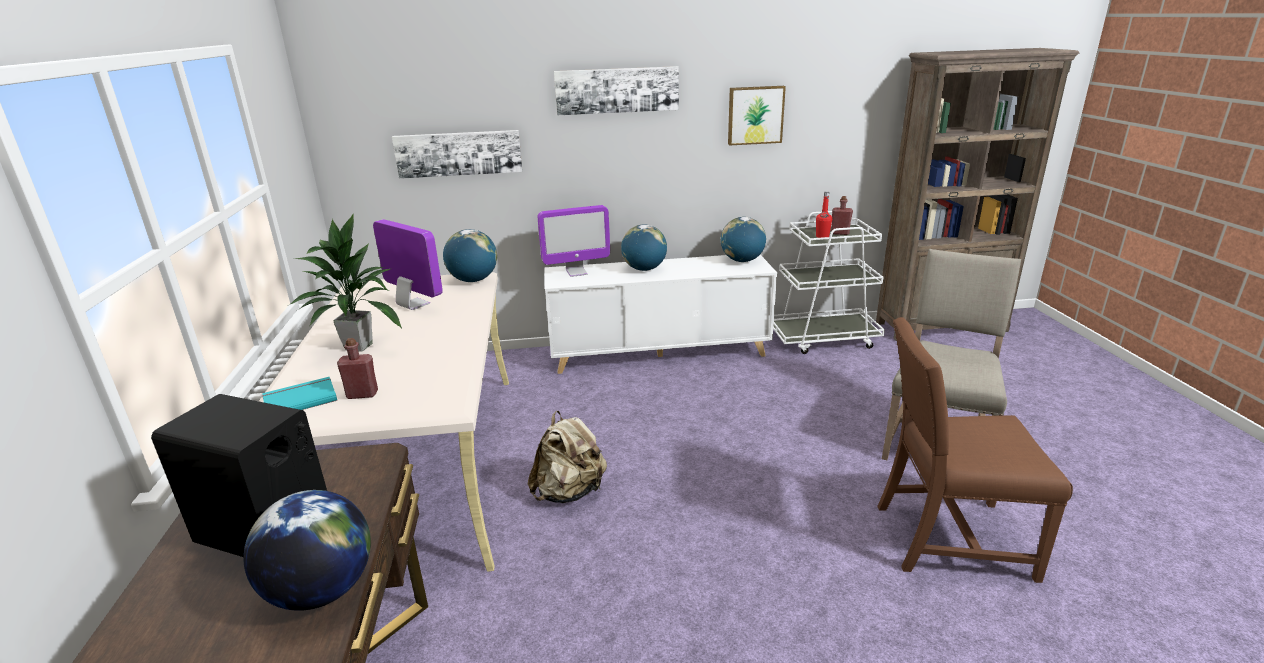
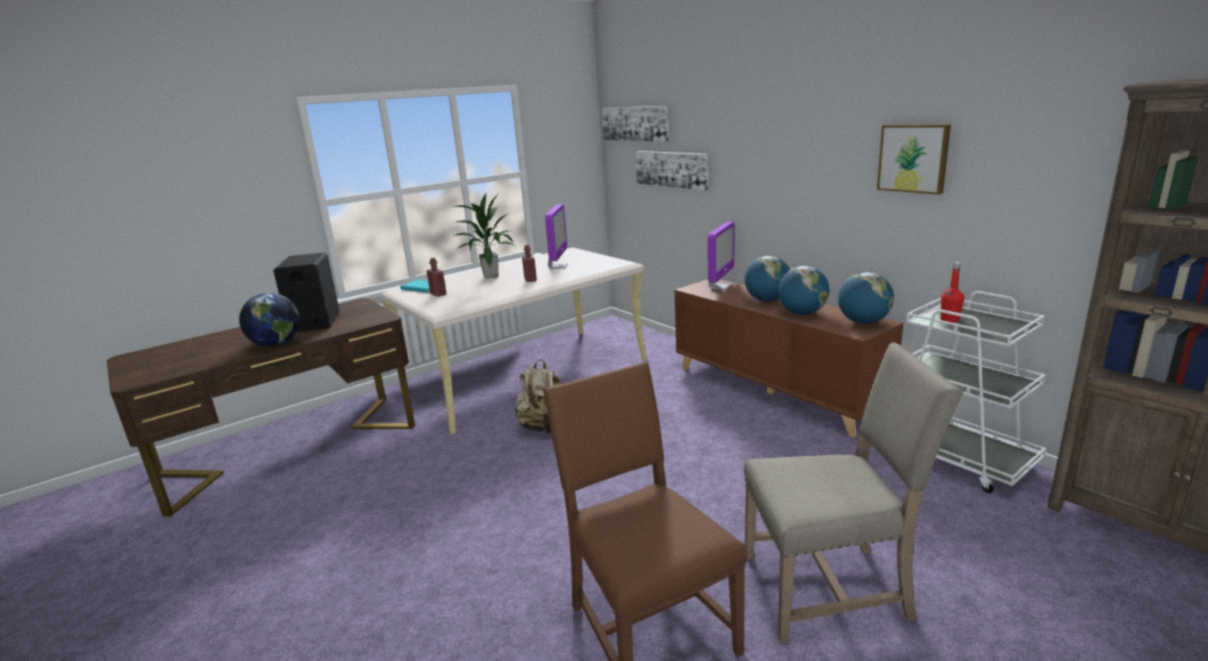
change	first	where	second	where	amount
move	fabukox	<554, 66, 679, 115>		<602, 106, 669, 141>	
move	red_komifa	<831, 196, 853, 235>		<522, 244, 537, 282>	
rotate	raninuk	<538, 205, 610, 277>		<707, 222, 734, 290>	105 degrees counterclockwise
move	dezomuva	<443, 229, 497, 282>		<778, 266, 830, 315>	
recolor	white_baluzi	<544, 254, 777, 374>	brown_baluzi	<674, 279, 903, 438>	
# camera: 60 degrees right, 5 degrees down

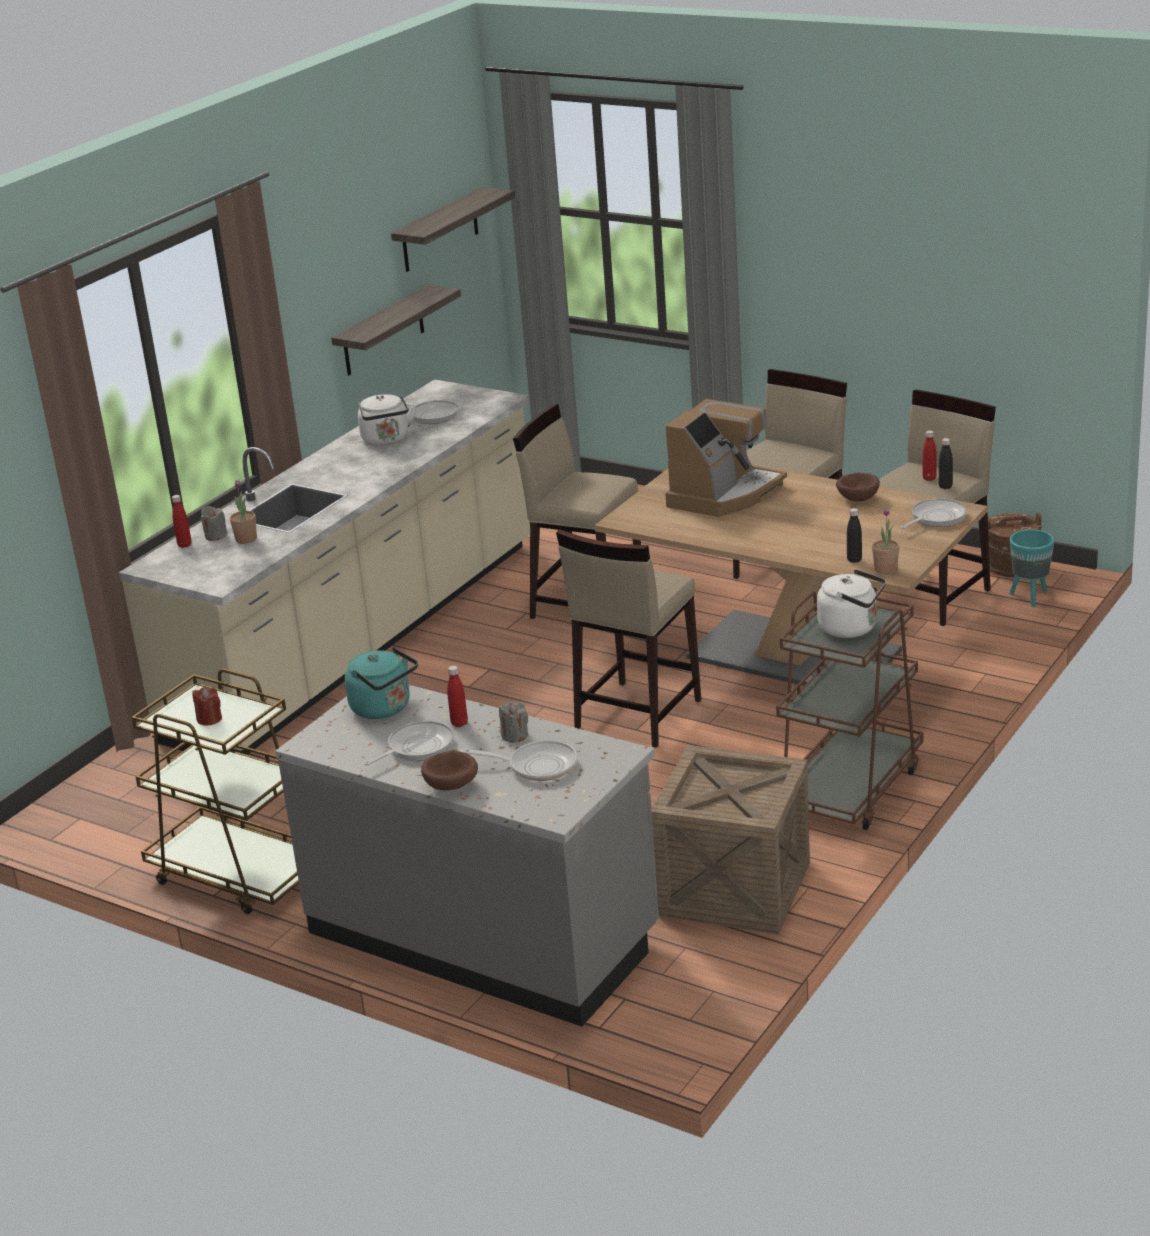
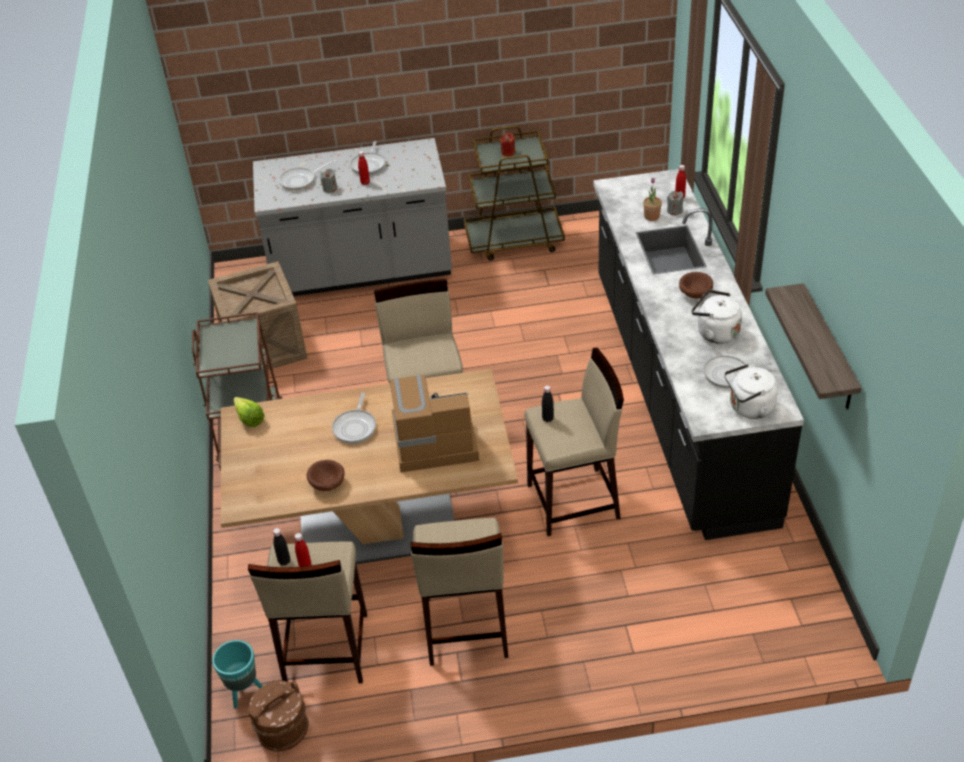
change	first	where	second	where	amount
delete	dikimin	<391, 187, 515, 272>			
recolor	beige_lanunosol	<119, 379, 530, 755>	black_lanunosol	<593, 169, 804, 540>	
rotate	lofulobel	<665, 399, 787, 517>		<390, 375, 479, 472>	90 degrees clockwise
move	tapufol	<900, 498, 967, 529>		<332, 392, 376, 444>	
move	black_komifa	<847, 508, 862, 563>		<542, 385, 554, 422>	
replace	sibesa	<872, 508, 899, 574>	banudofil	<233, 397, 265, 427>	
move	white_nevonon	<817, 569, 886, 638>		<724, 364, 778, 419>	
delete	turquoise_nevonon	<345, 647, 418, 719>			
move	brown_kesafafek	<421, 750, 478, 791>		<679, 272, 713, 299>	
# camera: 140 degrees right, 15 degrees up

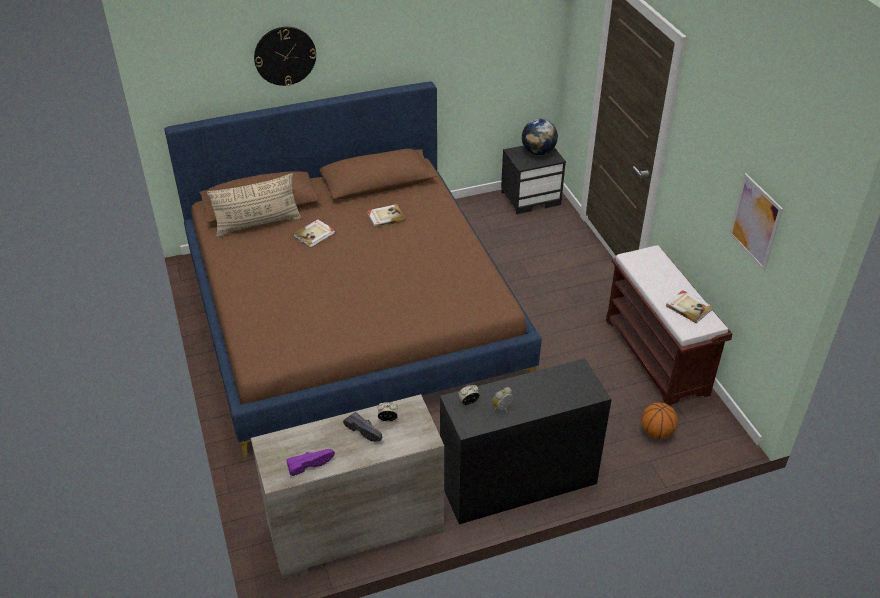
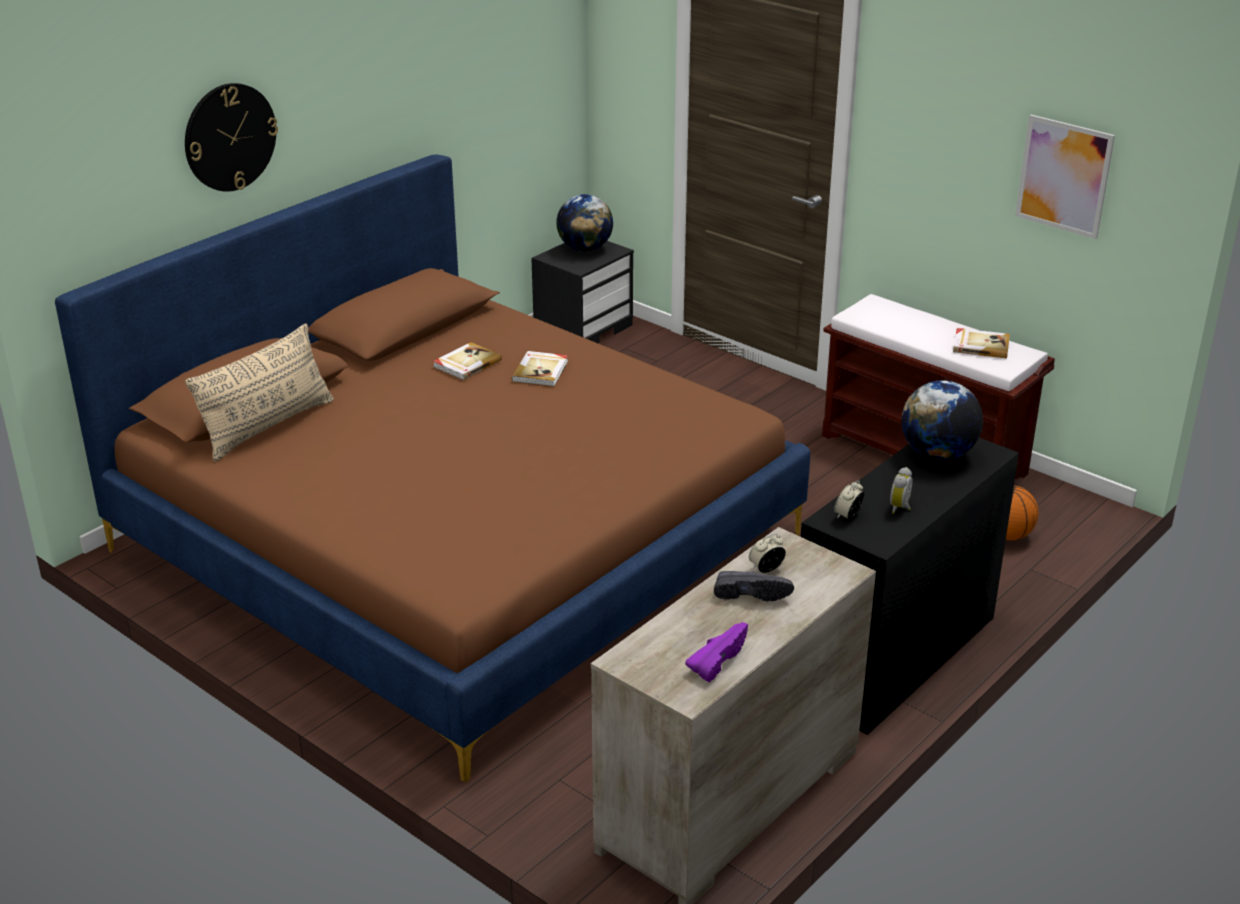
change	first	where	second	where	amount
move	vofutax	<293, 219, 335, 247>		<512, 351, 568, 387>	
insert			dezomuva	<901, 380, 983, 460>	
# camera: 30 degrees left, 10 degrees down

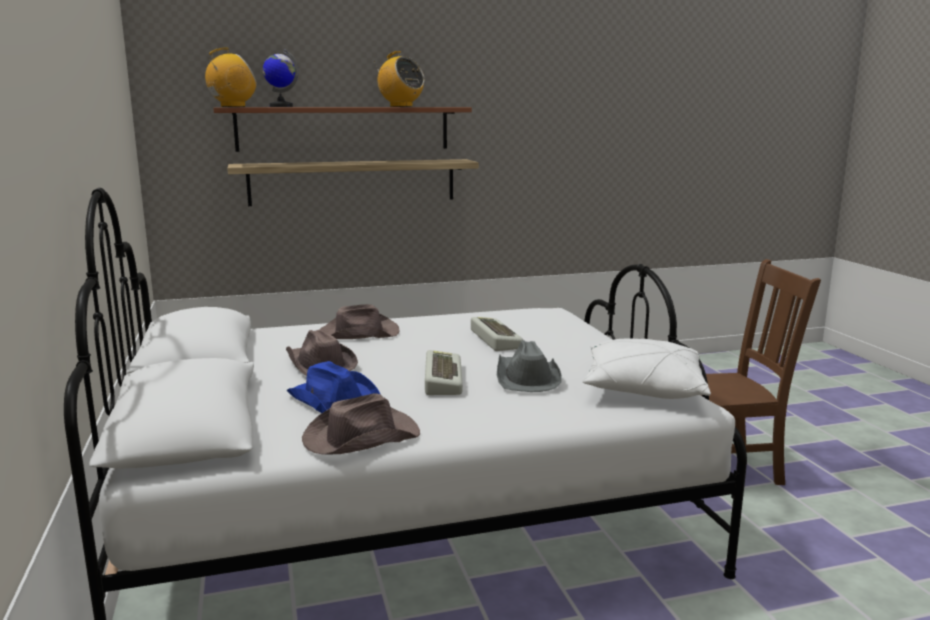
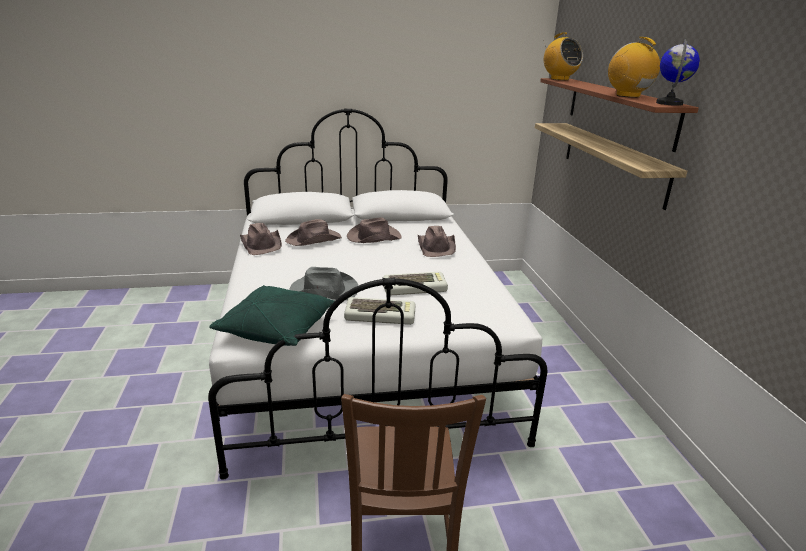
change	first	where	second	where	amount
move	dezomuva	<263, 49, 299, 107>		<656, 39, 700, 106>	
rotate	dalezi	<374, 51, 424, 107>		<608, 37, 669, 98>	105 degrees clockwise
recolor	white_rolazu	<582, 339, 711, 399>	green_rolazu	<209, 285, 335, 346>	
move	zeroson	<425, 350, 463, 395>		<344, 297, 416, 325>	
recolor	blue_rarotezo	<286, 361, 381, 413>	brown_rarotezo	<285, 219, 342, 246>	
# camera: 95 degrees right, 10 degrees up

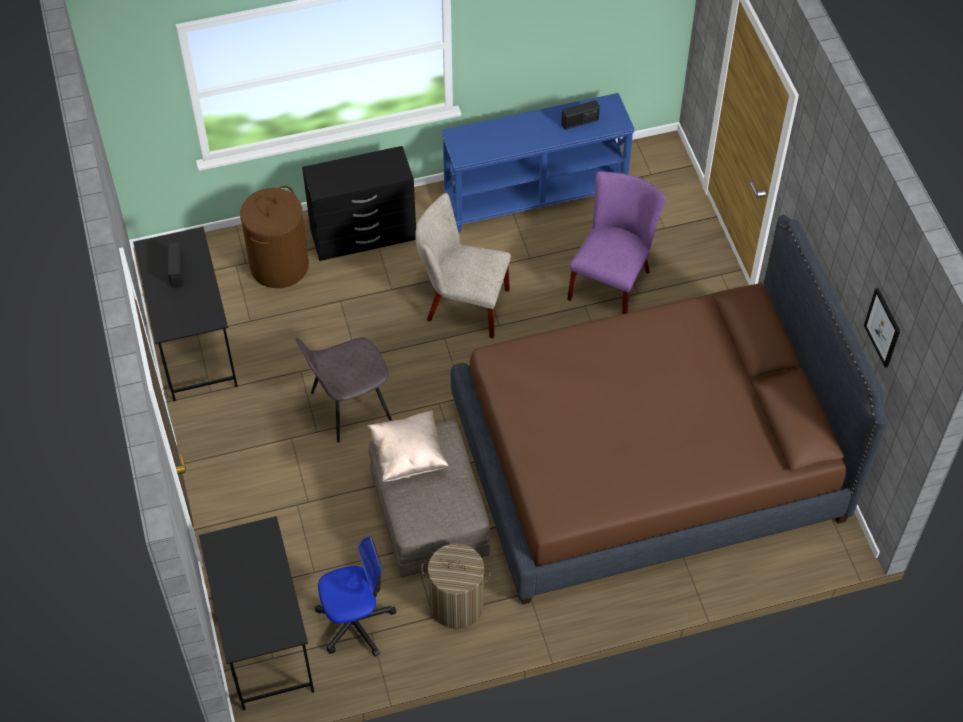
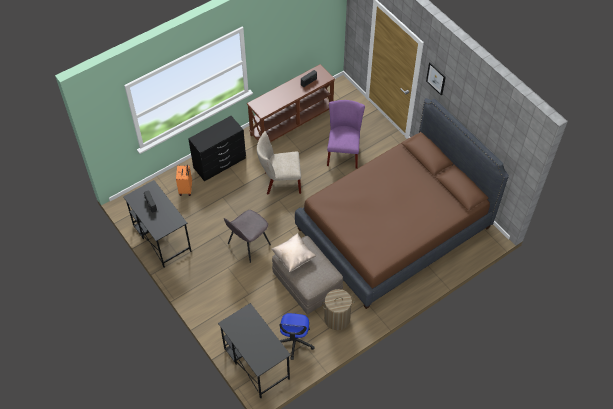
change	first	where	second	where	amount
recolor	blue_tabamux	<441, 93, 635, 233>	brown_tabamux	<247, 64, 335, 142>	
replace	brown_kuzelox	<240, 186, 309, 288>	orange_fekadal	<176, 165, 192, 196>	
move	fabukox	<864, 288, 900, 368>		<426, 62, 446, 96>	
rotate	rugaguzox	<315, 536, 396, 657>		<279, 313, 315, 360>	135 degrees clockwise
# camera: 20 degrees left, 0 degrees up

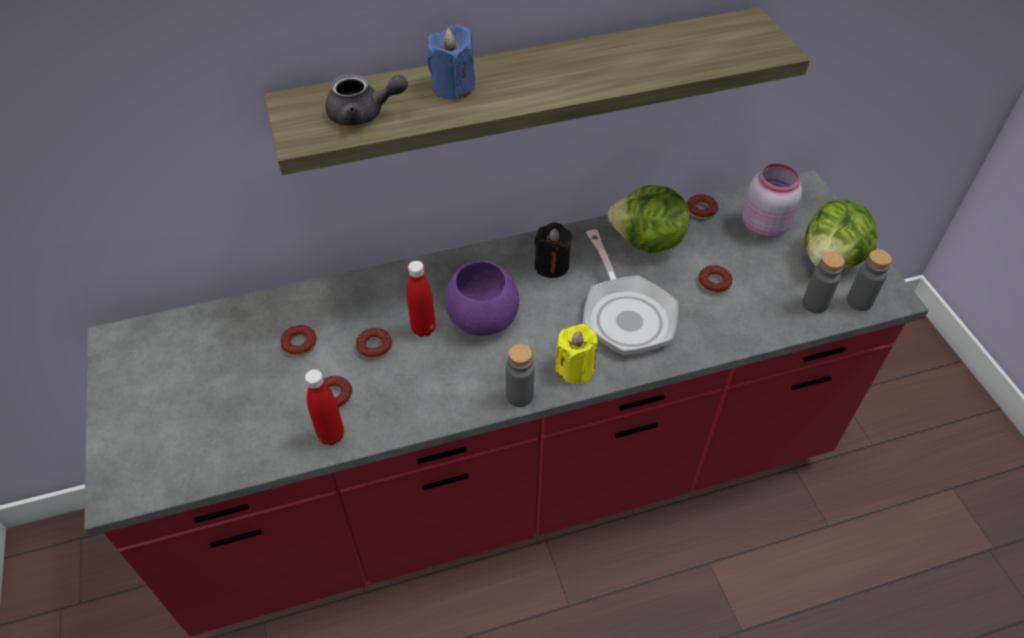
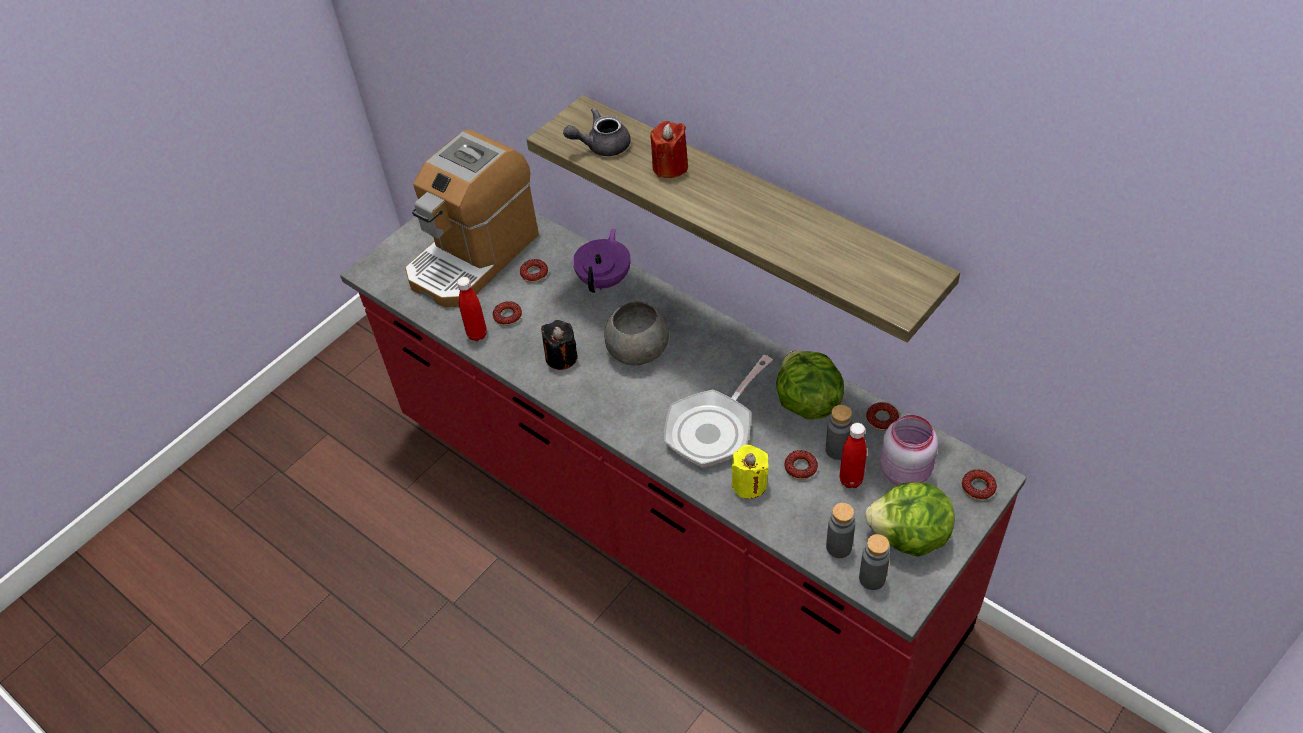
change	first	where	second	where	amount
recolor	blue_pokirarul	<427, 24, 475, 100>	red_pokirarul	<651, 121, 688, 178>	
rotate	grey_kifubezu	<325, 74, 408, 126>		<563, 108, 631, 156>	105 degrees clockwise
move	black_pokirarul	<534, 222, 573, 278>		<541, 320, 578, 370>	
move	red_komifa	<407, 261, 436, 337>		<840, 423, 867, 488>	
recolor	purple_kesafafek	<445, 261, 519, 336>	grey_kesafafek	<604, 301, 669, 365>	
move	yellow_pokirarul	<555, 324, 598, 384>		<731, 445, 769, 499>	
move	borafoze	<356, 328, 392, 359>		<962, 470, 997, 500>	
move	grey_komifa	<506, 344, 534, 407>		<826, 405, 853, 460>	
insert			lofulobel	<405, 130, 539, 307>	
insert			purple_kifubezu	<573, 228, 631, 293>	
# camera: 60 degrees right, 0 degrees up

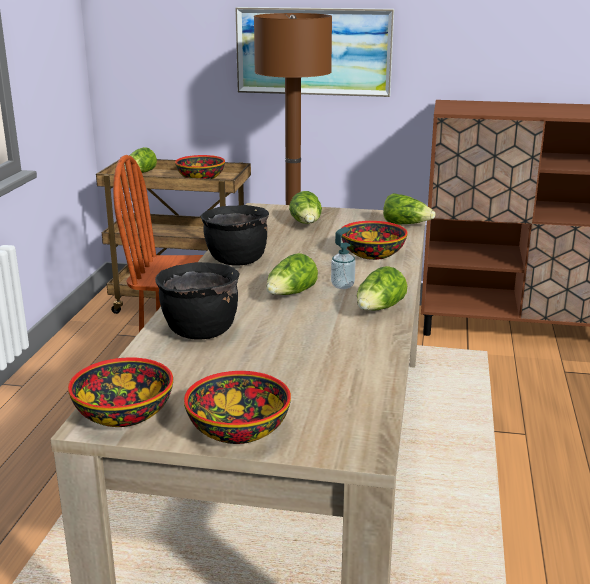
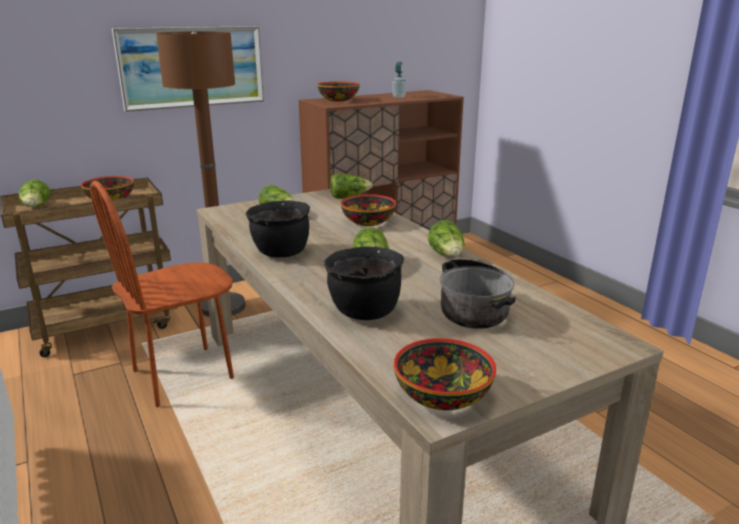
change	first	where	second	where	amount
move	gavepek	<331, 227, 355, 289>		<392, 62, 406, 98>	
move	kesafafek	<184, 371, 291, 444>		<317, 81, 360, 101>	
insert			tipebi	<440, 258, 516, 329>	
# camera: 40 degrees left, 0 degrees up

